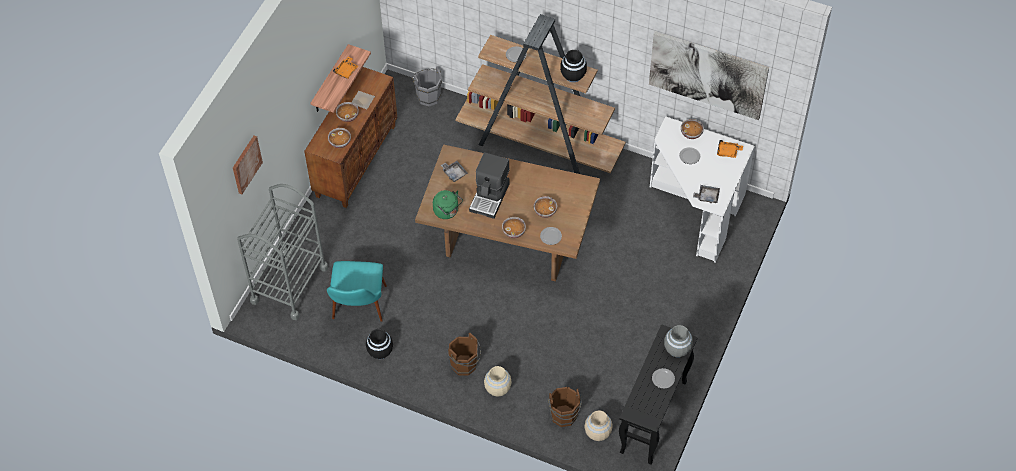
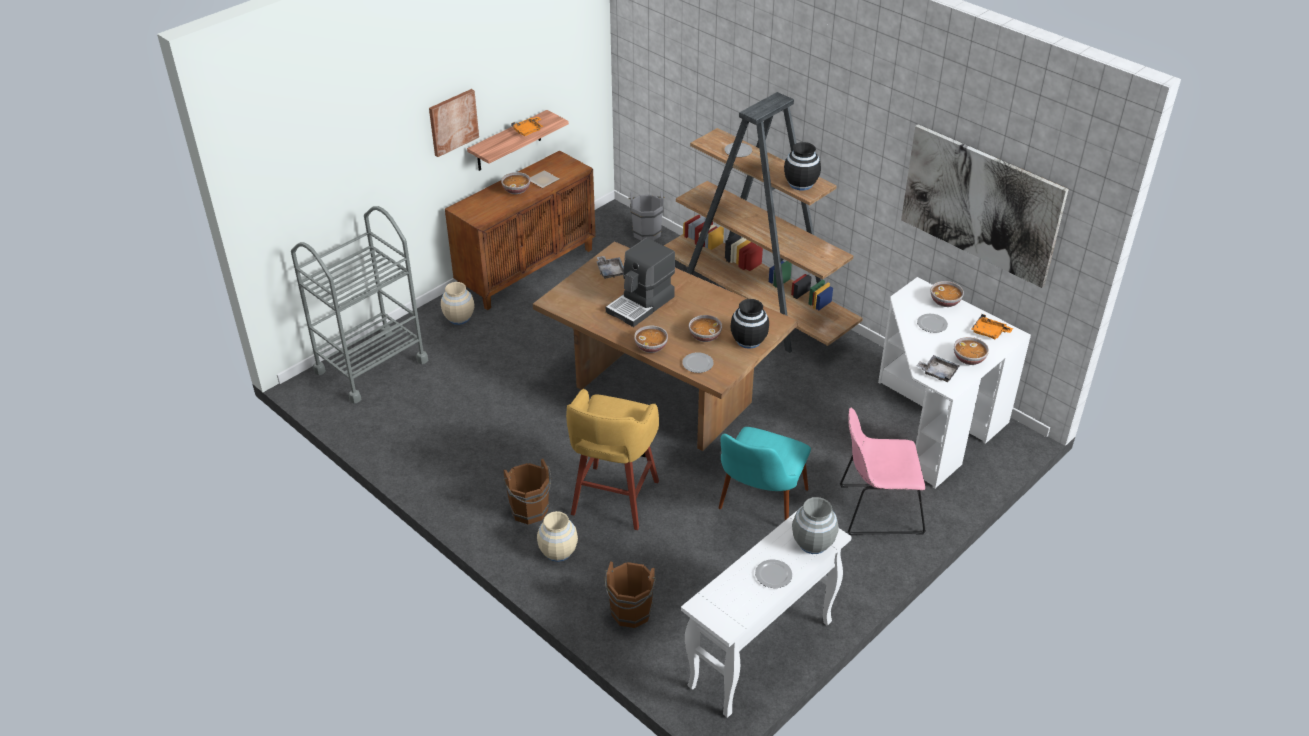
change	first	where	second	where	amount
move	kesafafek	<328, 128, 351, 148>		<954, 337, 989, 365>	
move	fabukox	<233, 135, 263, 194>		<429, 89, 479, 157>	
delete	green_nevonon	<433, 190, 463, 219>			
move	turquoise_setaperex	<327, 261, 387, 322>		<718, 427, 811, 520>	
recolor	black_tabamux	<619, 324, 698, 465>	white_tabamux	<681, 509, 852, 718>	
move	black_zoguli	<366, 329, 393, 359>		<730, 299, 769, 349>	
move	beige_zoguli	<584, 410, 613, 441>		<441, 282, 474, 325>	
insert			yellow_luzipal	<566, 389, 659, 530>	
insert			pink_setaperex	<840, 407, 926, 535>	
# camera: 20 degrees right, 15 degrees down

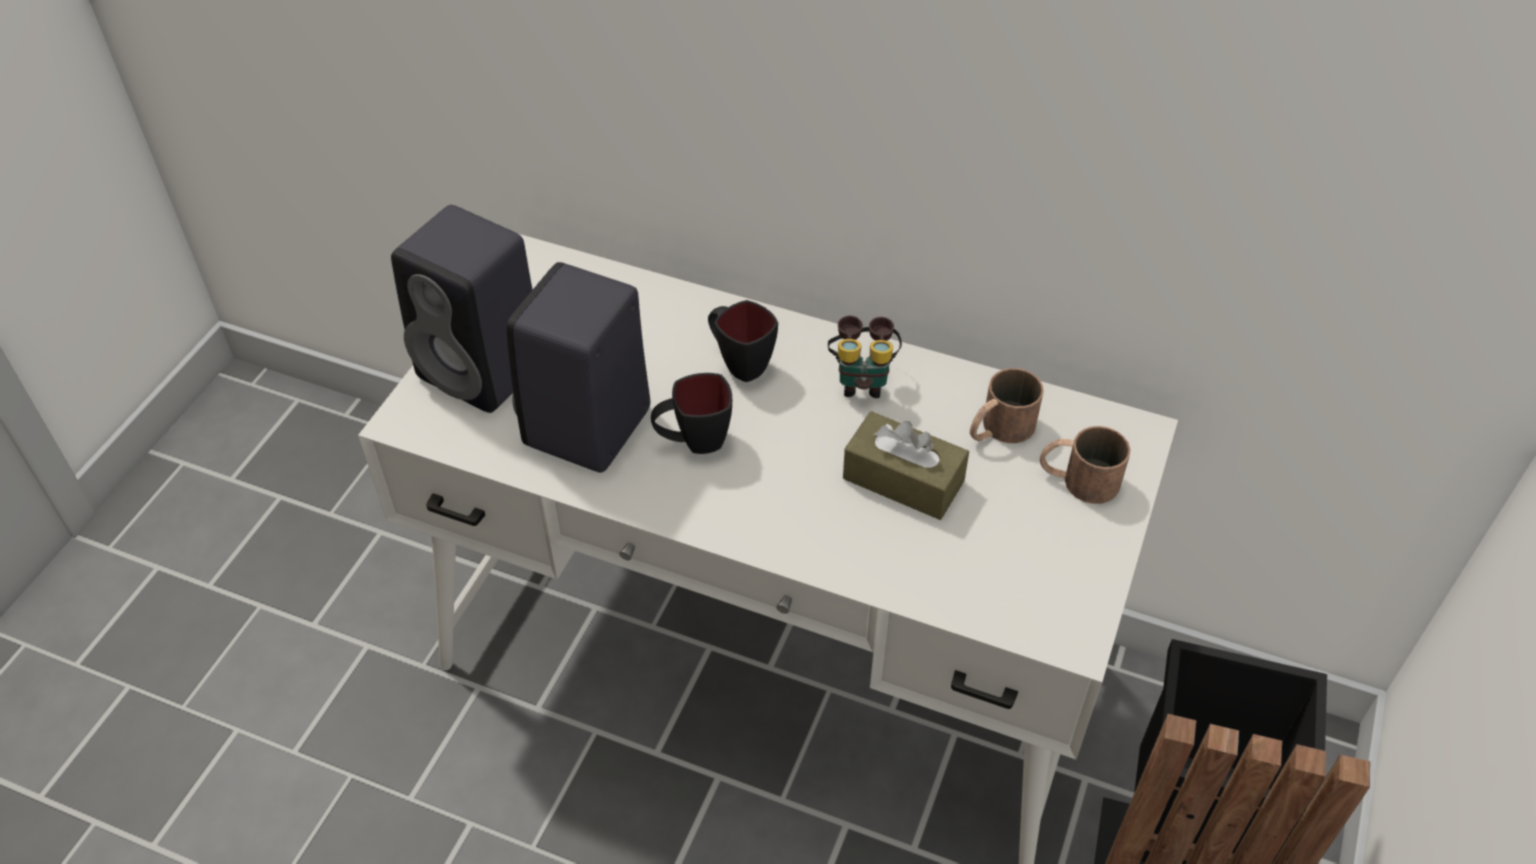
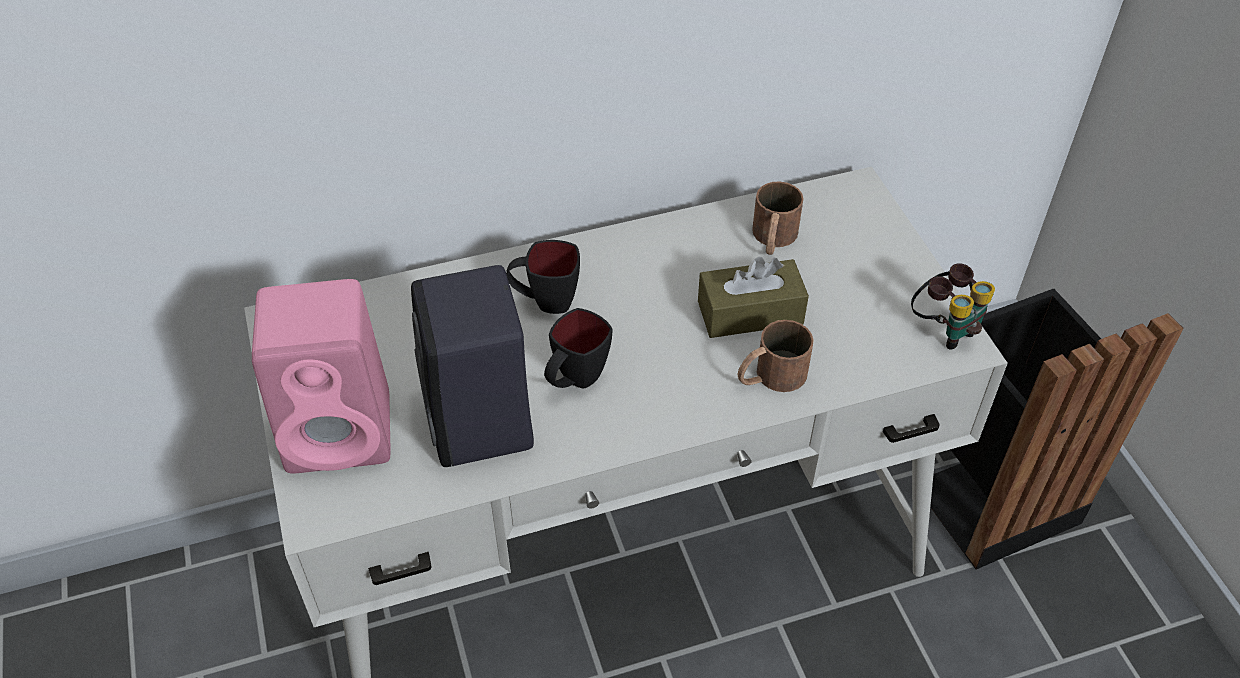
change	first	where	second	where	amount
recolor	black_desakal	<391, 205, 533, 413>	pink_desakal	<252, 279, 391, 474>	
move	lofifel	<828, 316, 902, 398>		<911, 263, 995, 350>	
move	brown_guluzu	<1040, 426, 1130, 504>		<738, 320, 814, 392>	
# camera: 40 degrees left, 0 degrees up

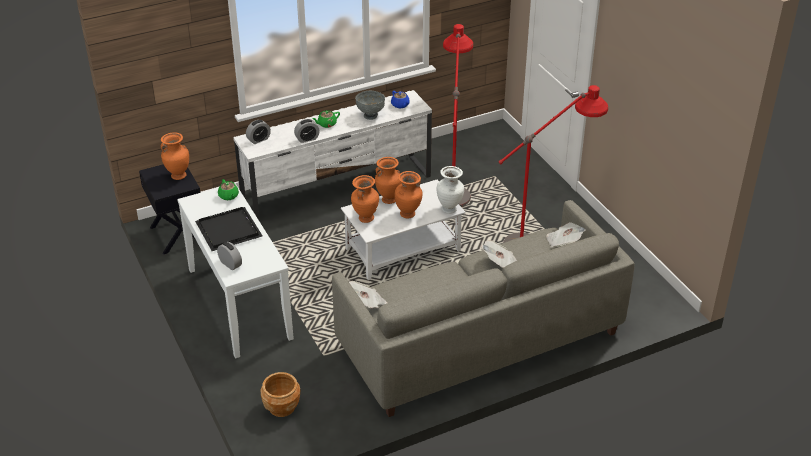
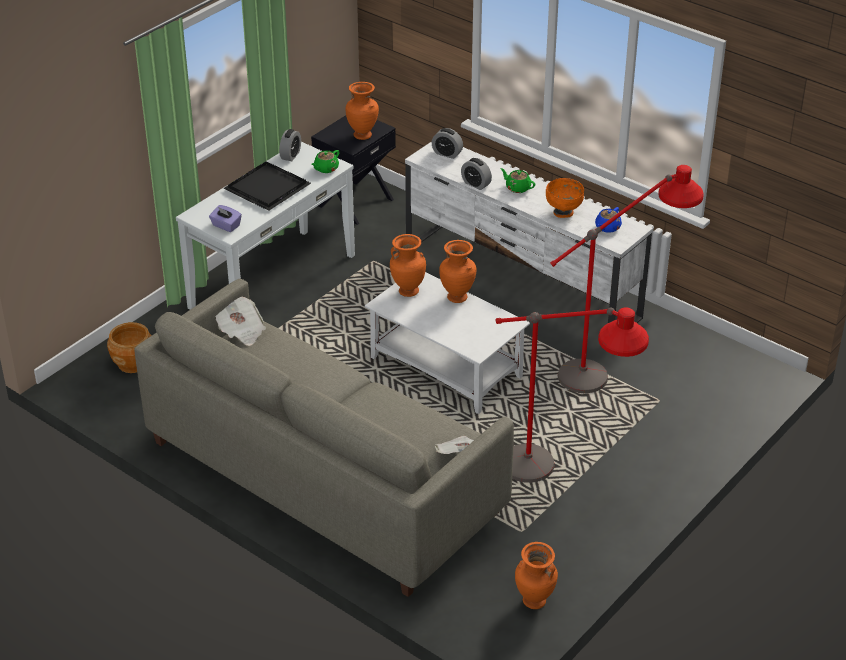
change	first	where	second	where	amount
recolor	grey_kesafafek	<355, 91, 385, 120>	orange_kesafafek	<546, 178, 584, 218>	
delete	white_zoguli	<436, 166, 464, 214>			
move	orange_zoguli	<395, 171, 422, 218>		<515, 542, 558, 609>	
delete	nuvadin	<481, 240, 517, 268>			
move	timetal	<217, 242, 242, 270>		<279, 129, 301, 161>	
insert			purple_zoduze	<209, 205, 242, 232>	
# camera: 65 degrees right, 0 degrees up

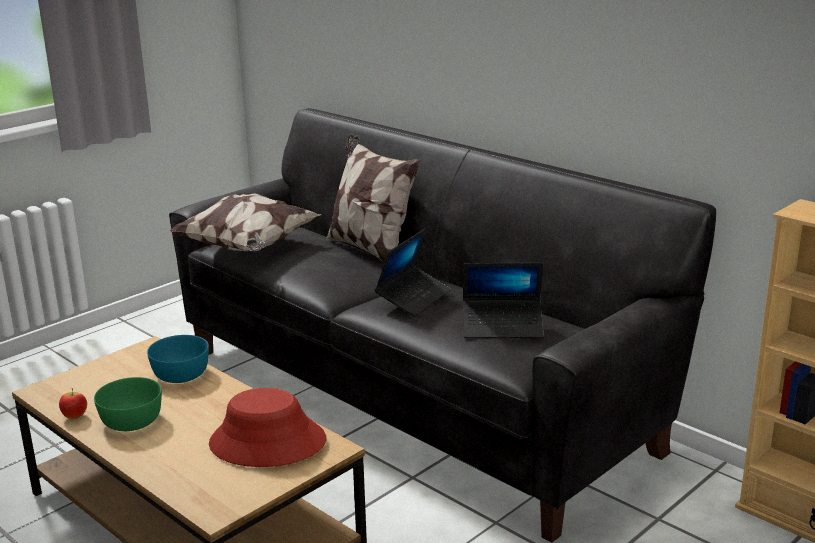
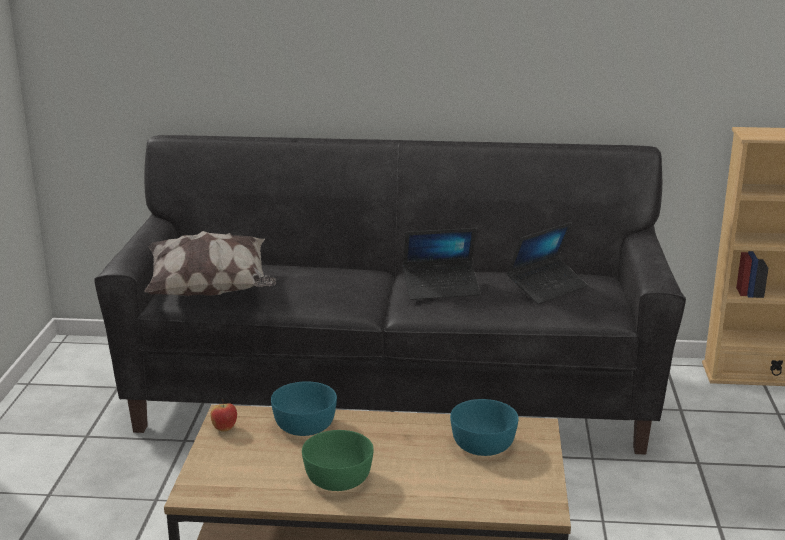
change	first	where	second	where	amount
delete	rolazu	<326, 134, 420, 263>			
rotate	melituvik	<375, 228, 451, 317>		<403, 228, 481, 300>	90 degrees clockwise
move	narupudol	<59, 388, 87, 419>		<210, 399, 237, 432>	
replace	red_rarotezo	<209, 388, 326, 467>	turquoise_kesafafek	<450, 399, 518, 456>	
# camera: 40 degrees left, 0 degrees up

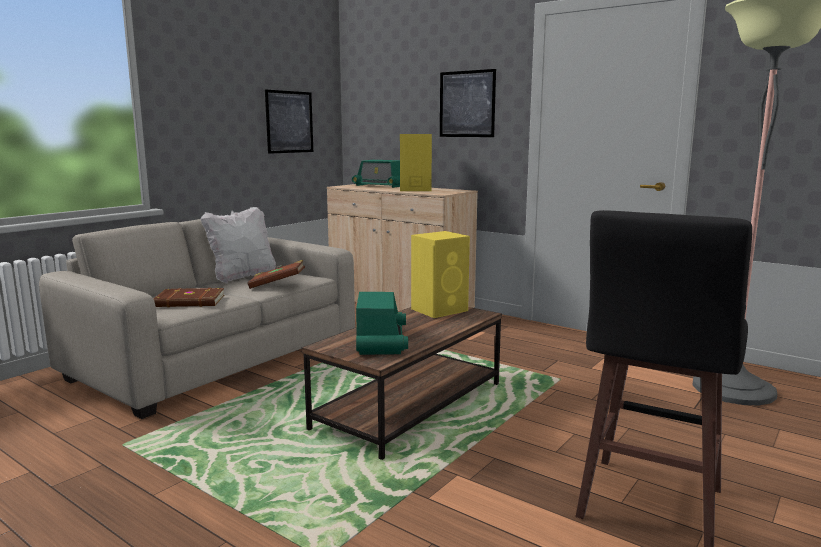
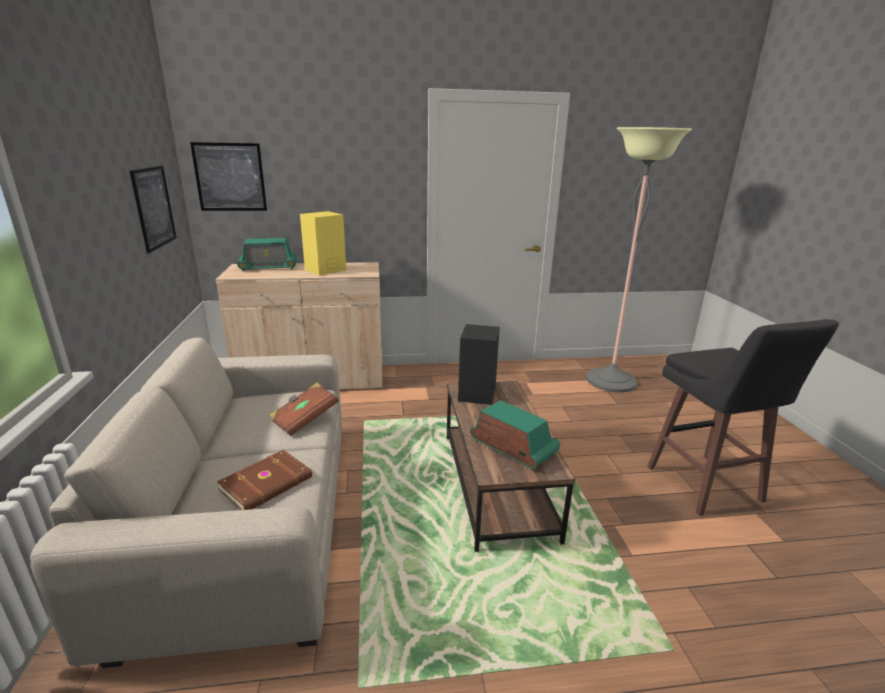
change	first	where	second	where	amount
move	fabukox	<440, 69, 496, 137>		<190, 142, 267, 211>	
delete	white_rolazu	<200, 207, 276, 283>			
recolor	yellow_desakal	<411, 231, 470, 318>	black_desakal	<458, 324, 500, 405>	
# camera: 45 degrees left, 10 degrees up

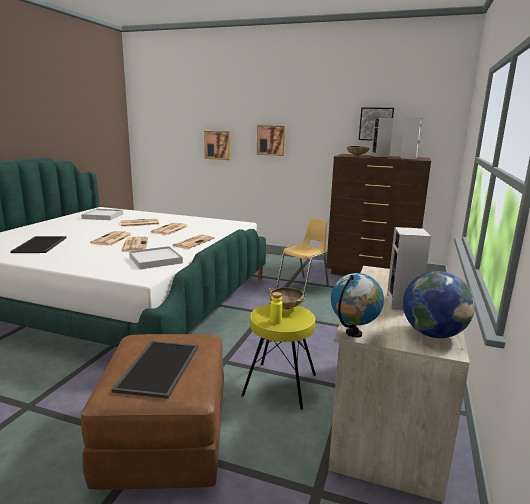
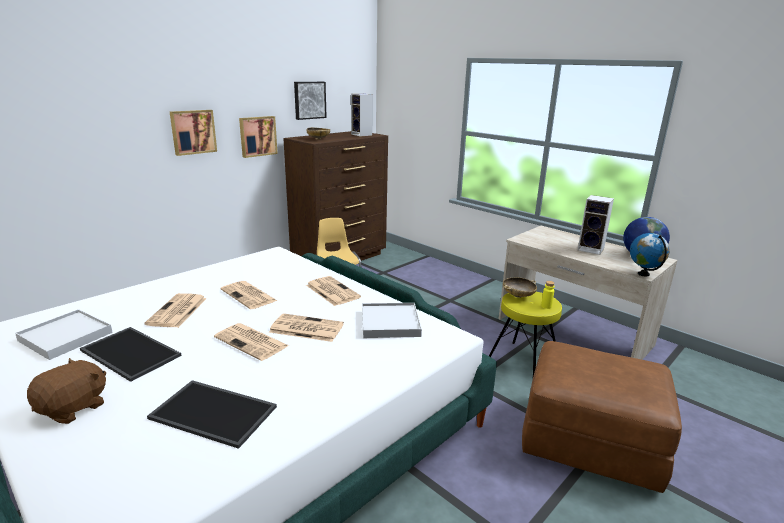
change	first	where	second	where	amount
delete	desakal	<371, 117, 393, 157>			
move	fabukox	<204, 131, 231, 160>		<239, 116, 278, 158>	
move	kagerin	<111, 341, 198, 399>		<80, 327, 181, 382>	
insert			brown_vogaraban	<27, 358, 106, 424>	
# camera: 65 degrees left, 5 degrees up

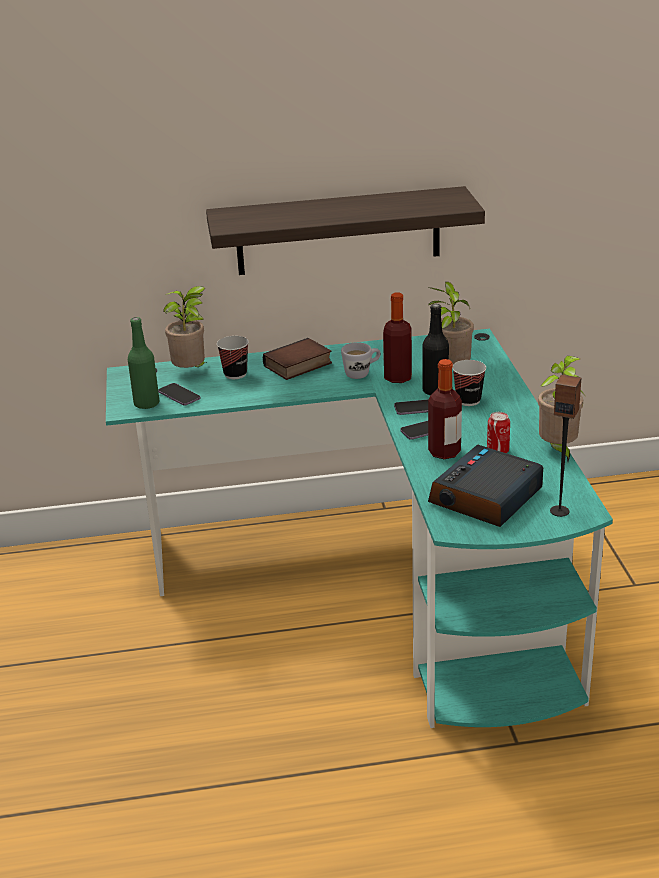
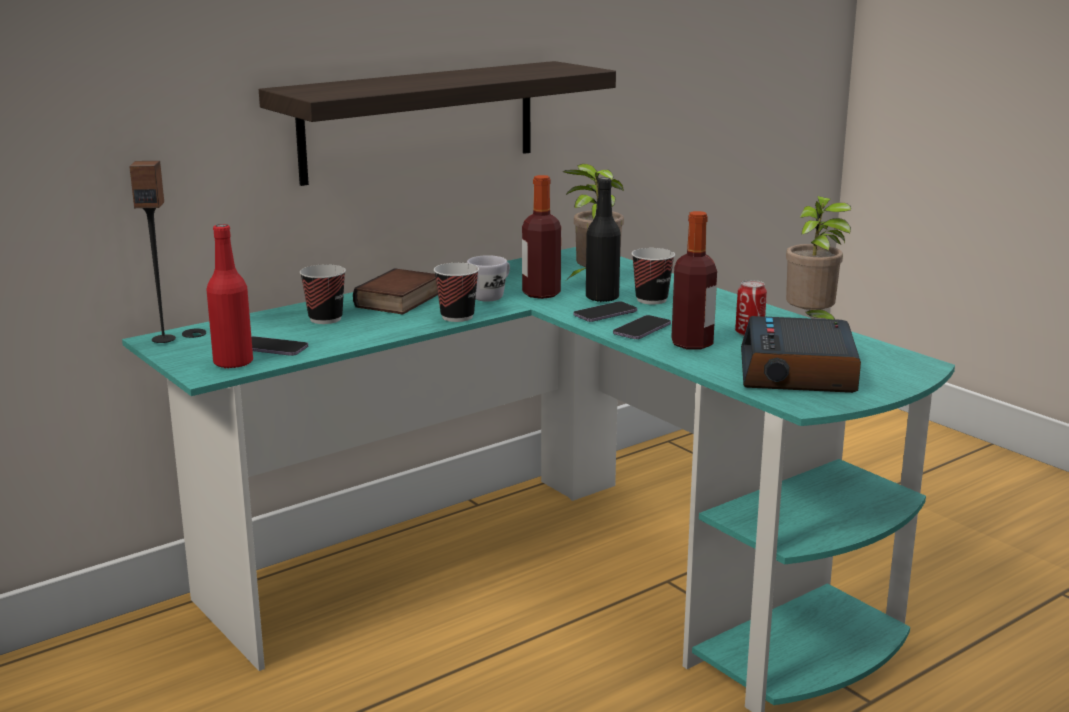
change	first	where	second	where	amount
delete	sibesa	<163, 286, 208, 368>			
recolor	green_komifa	<128, 317, 160, 409>	red_komifa	<206, 224, 253, 369>	
move	desakal	<550, 375, 581, 517>		<129, 161, 176, 343>	
insert			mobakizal	<434, 263, 479, 322>	
# camera: 30 degrees left, 10 degrees down

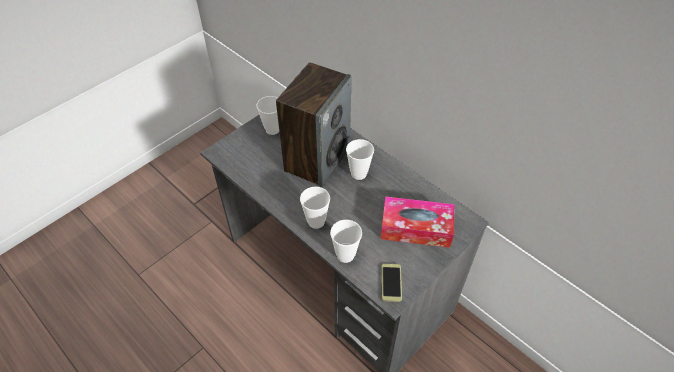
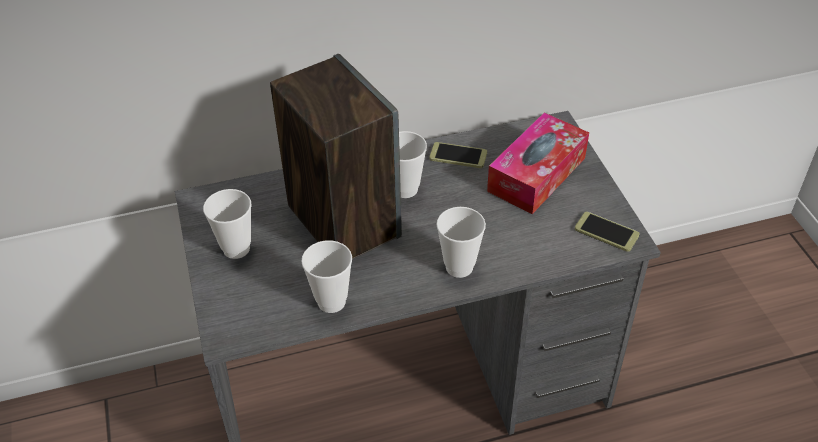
change	first	where	second	where	amount
move	mobakizal	<330, 220, 362, 263>		<302, 240, 352, 313>	
insert			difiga	<429, 142, 487, 168>	
# camera: 60 degrees left, 5 degrees down

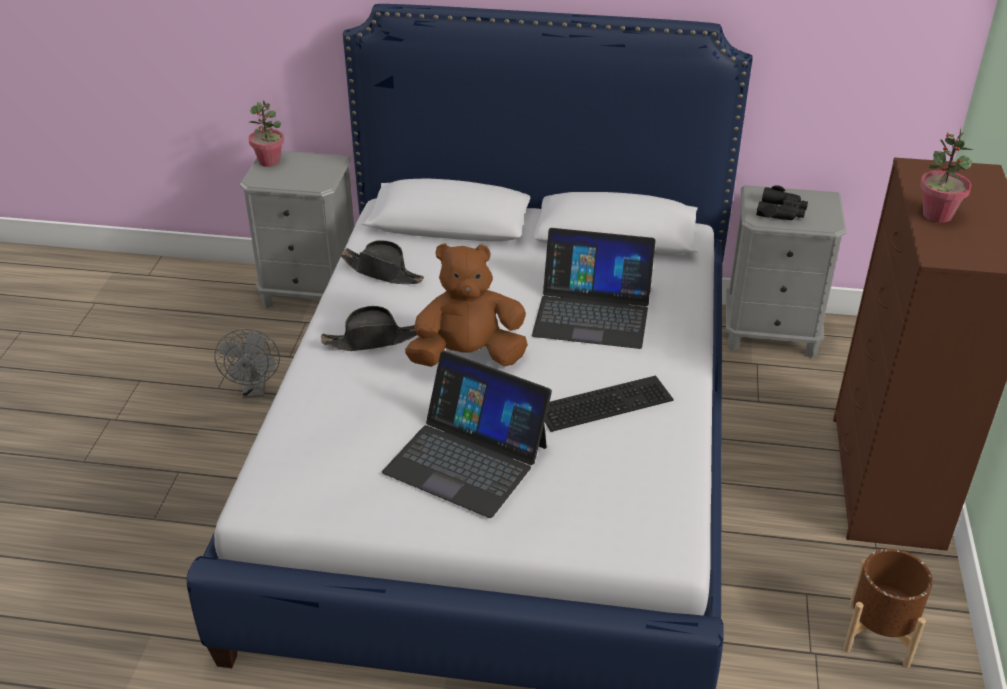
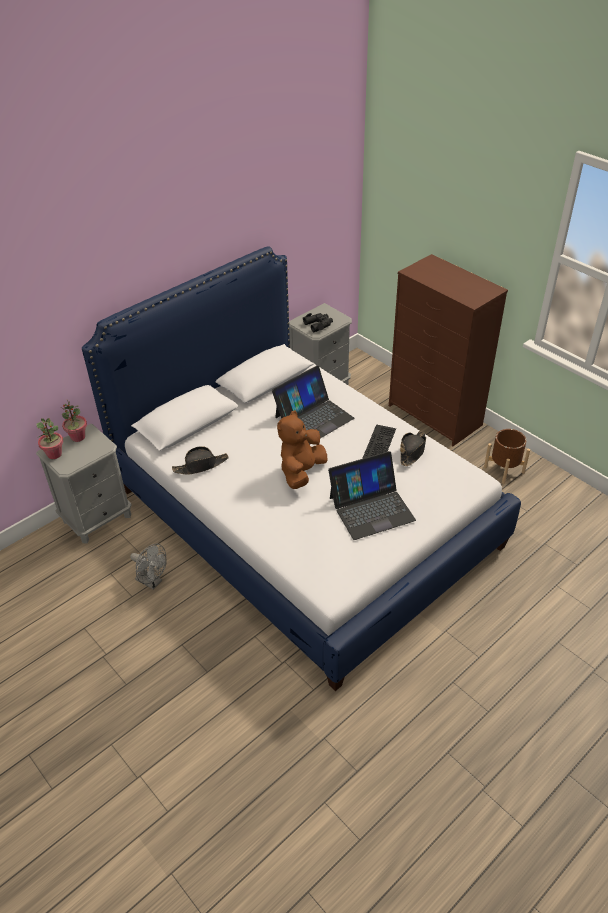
change	first	where	second	where	amount
move	sibesa	<920, 128, 973, 223>		<60, 400, 87, 442>	
move	black_rarotezo	<321, 306, 417, 351>		<400, 431, 426, 466>	
# camera: 50 degrees left, 5 degrees up

